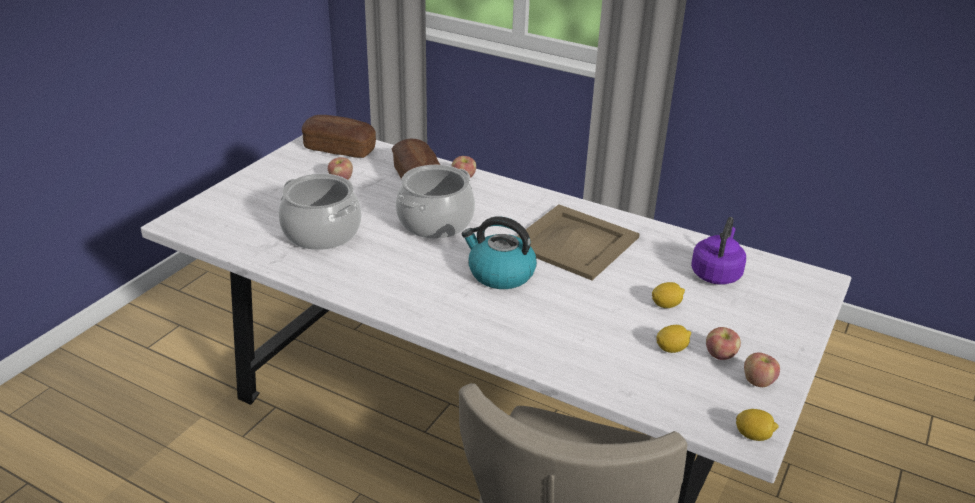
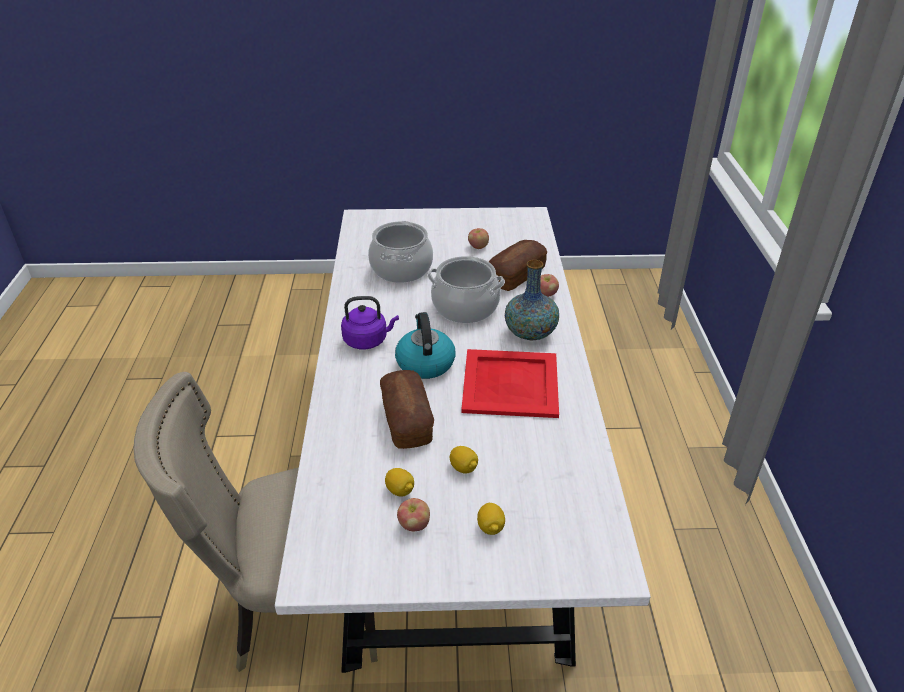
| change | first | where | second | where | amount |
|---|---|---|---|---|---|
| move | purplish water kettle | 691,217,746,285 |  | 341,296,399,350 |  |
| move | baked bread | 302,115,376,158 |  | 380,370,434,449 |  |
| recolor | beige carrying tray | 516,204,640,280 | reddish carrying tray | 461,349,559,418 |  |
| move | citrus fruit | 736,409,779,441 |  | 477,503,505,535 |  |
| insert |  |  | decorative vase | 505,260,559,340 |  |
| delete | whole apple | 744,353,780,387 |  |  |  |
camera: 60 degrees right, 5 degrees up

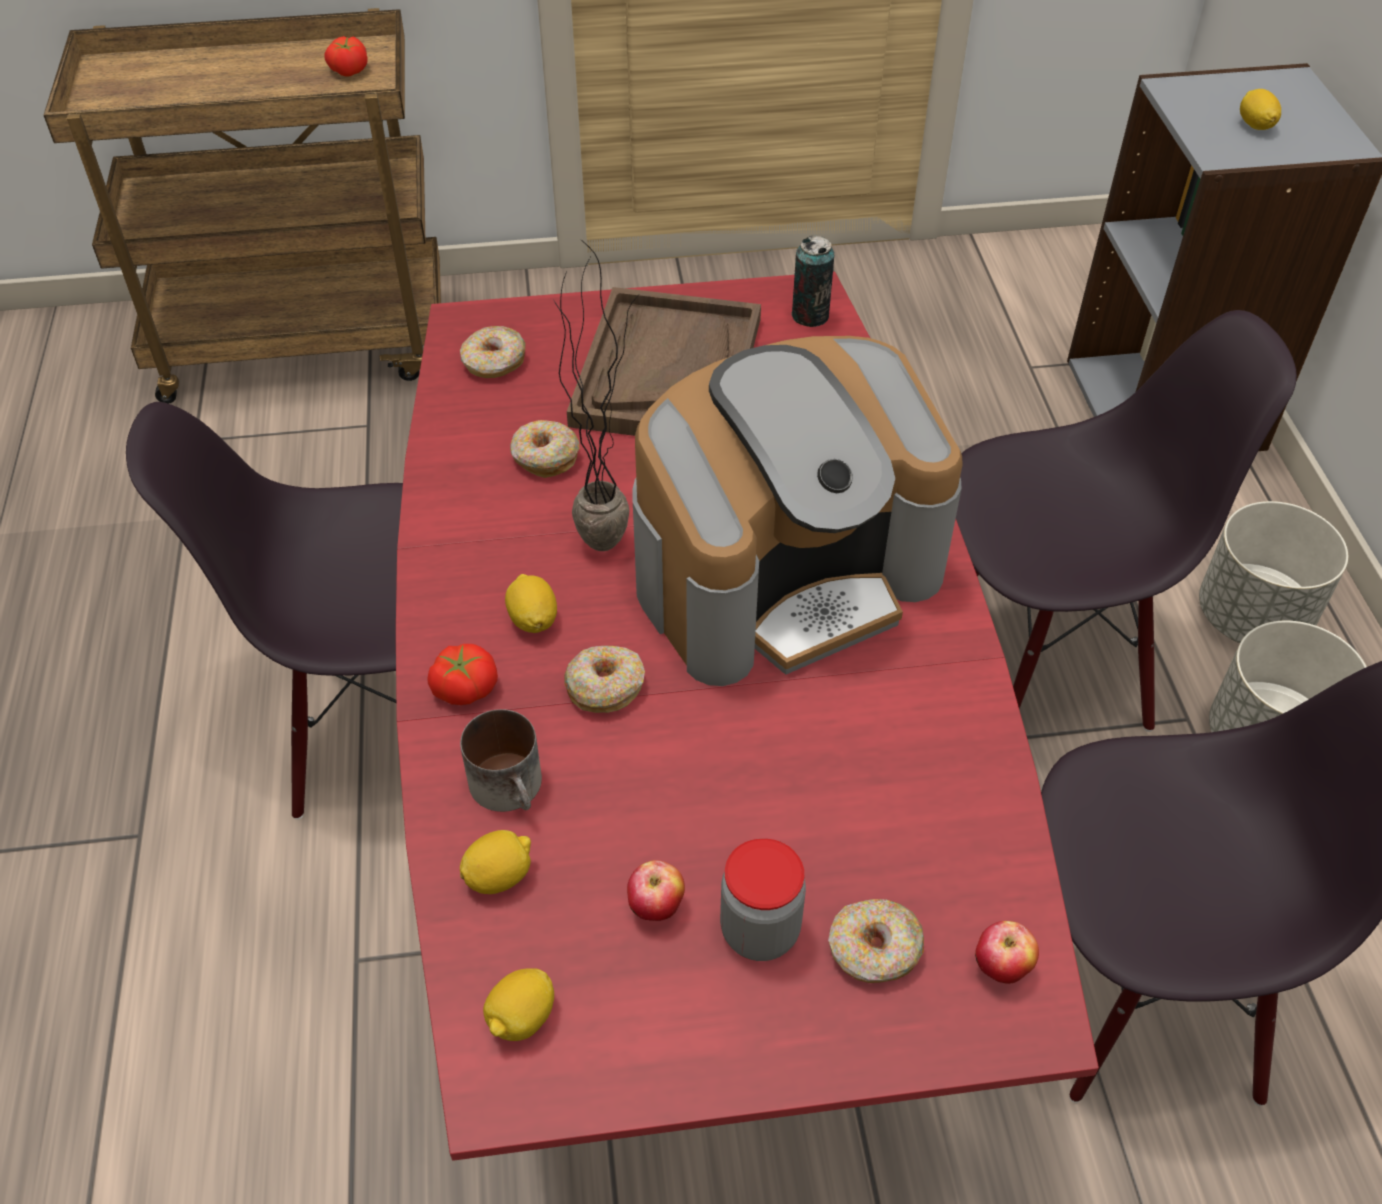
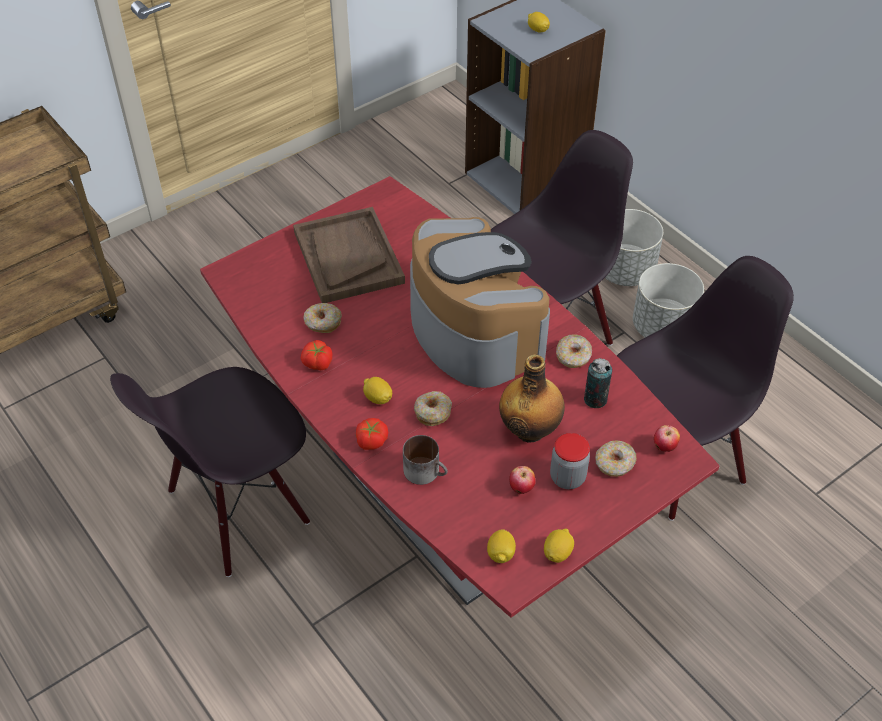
| change | first | where | second | where | amount |
|---|---|---|---|---|---|
| move | tomato | 324,36,368,77 |  | 301,340,333,370 |  |
| rotate | coffee maker | 632,336,963,686 |  | 410,217,550,388 | 60 degrees counterclockwise |
| insert |  |  | bottle | 499,355,565,443 |  |
| move | citrus fruit | 460,830,531,894 |  | 544,528,574,563 |  |
| move | doughnut | 460,326,526,378 |  | 556,334,592,368 |  |
| move | metal can | 791,236,834,327 |  | 584,358,612,408 |  |
| delete | potted plant | 554,241,638,551 |  |  |  |
camera: 30 degrees left, 0 degrees up

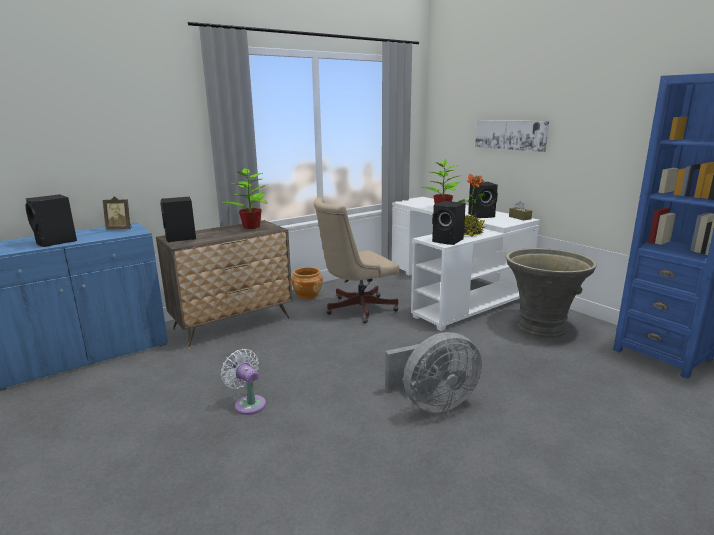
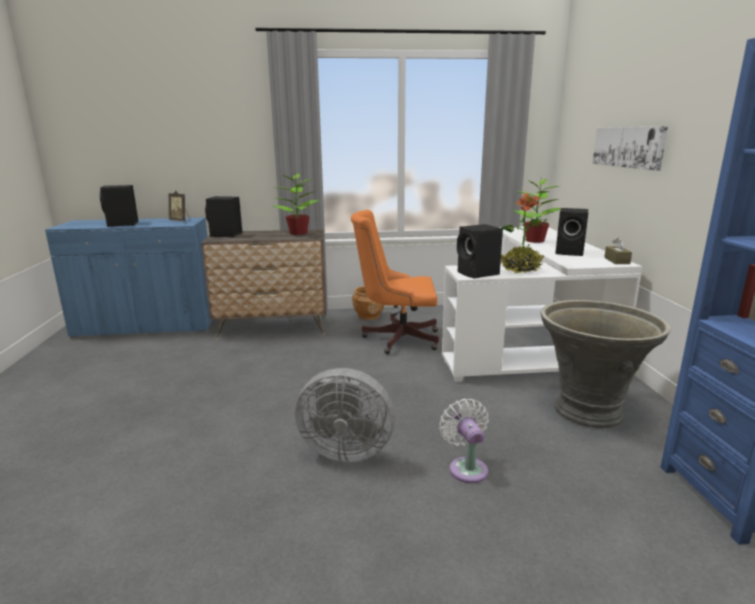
| change | first | where | second | where | amount |
|---|---|---|---|---|---|
| recolor | beige desk chair | 314,198,399,323 | orange desk chair | 351,210,439,354 |  |
| move | white-coloured electric fan | 221,349,266,415 |  | 439,399,489,483 |  |
camera: 30 degrees right, 0 degrees up

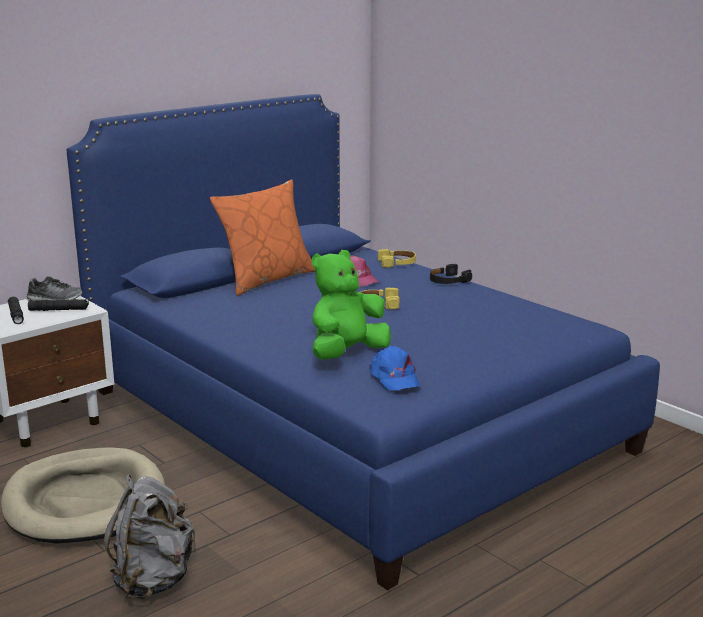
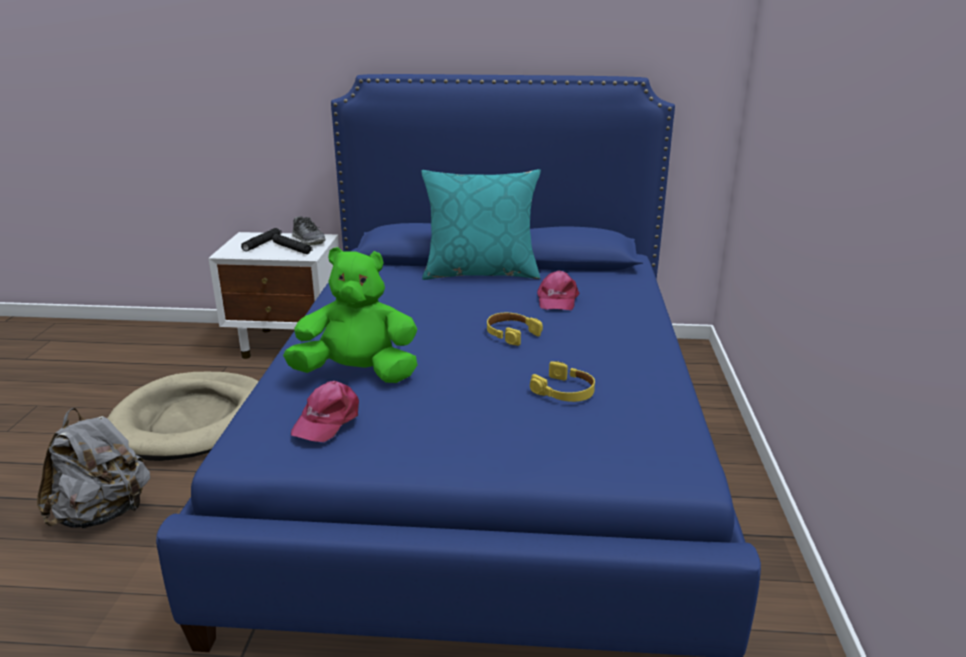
| change | first | where | second | where | amount |
|---|---|---|---|---|---|
| recolor | blue-coloured cap | 369,346,420,390 | pink cap | 291,381,359,442 |  |
| recolor | orange throw pillow | 210,180,315,296 | turquoise-coloured throw pillow | 422,169,541,280 |  |
| move | yellow pair of headphones | 378,249,416,268 |  | 530,361,595,402 |  |
| delete | black pair of headphones | 430,264,472,284 |  |  |  |
camera: 45 degrees right, 5 degrees up

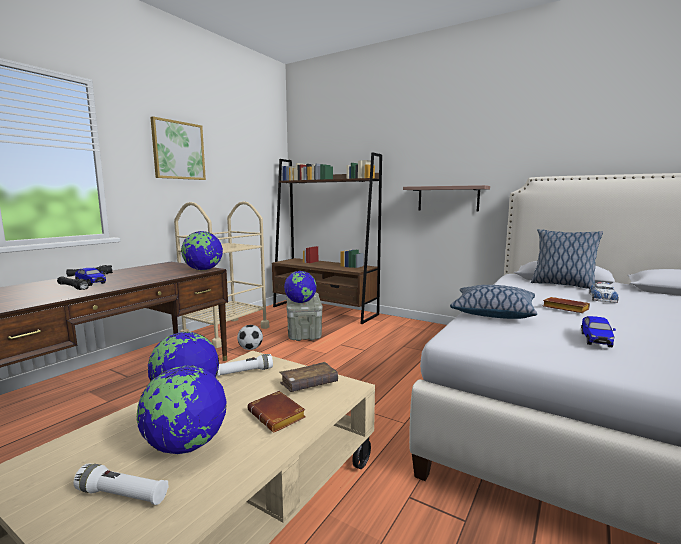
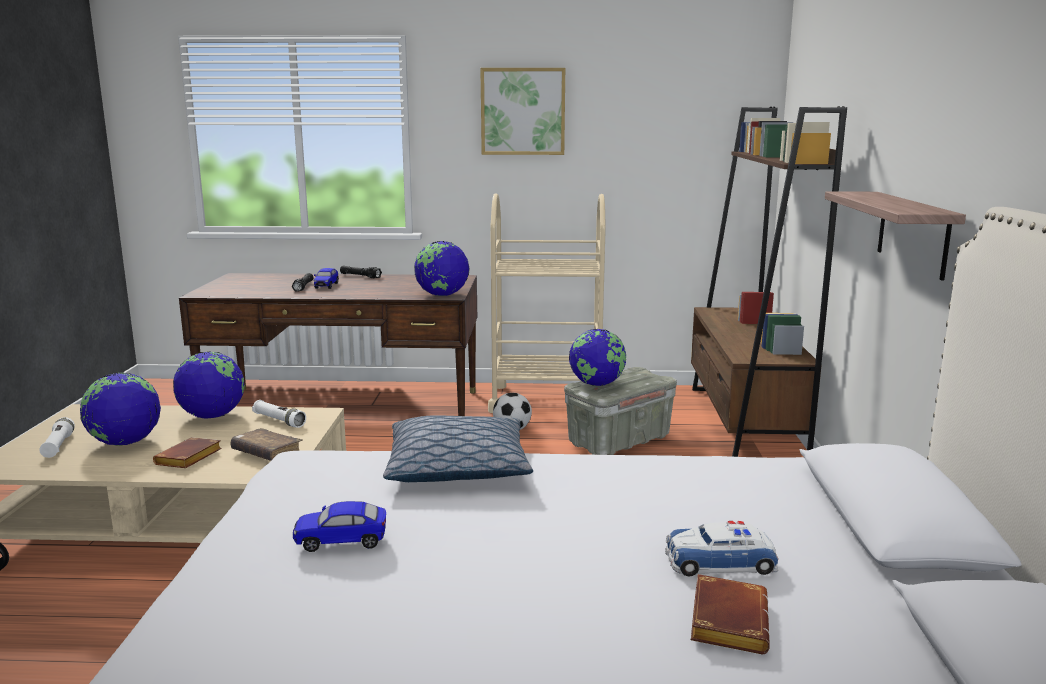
| change | first | where | second | where | amount |
|---|---|---|---|---|---|
| move | brown-coloured book | 543,297,590,313 |  | 691,574,770,654 |  |
| delete | throw pillow | 531,229,603,289 |  |  |  |
camera: 60 degrees right, 5 degrees up

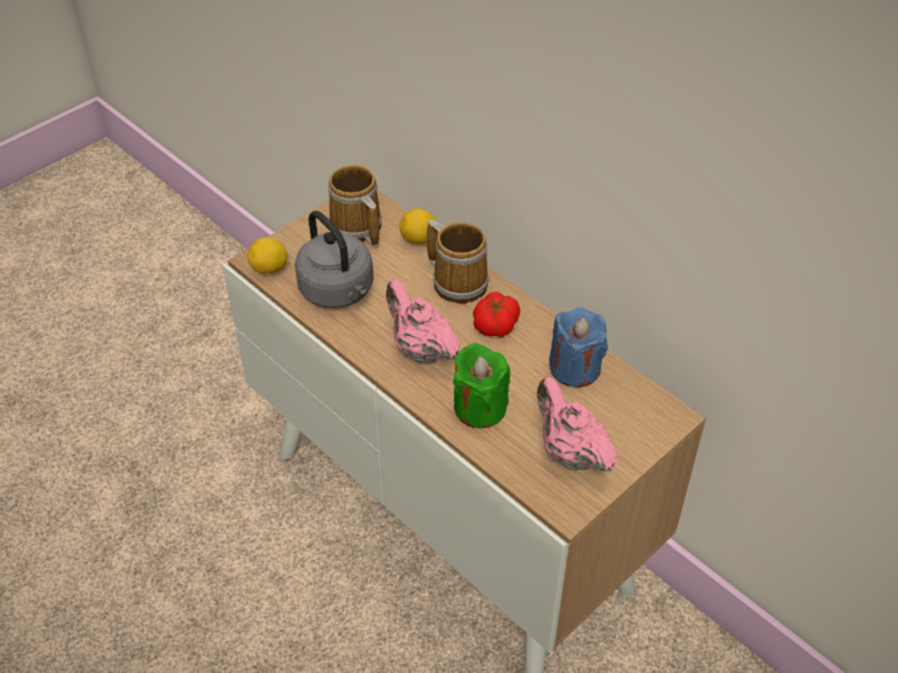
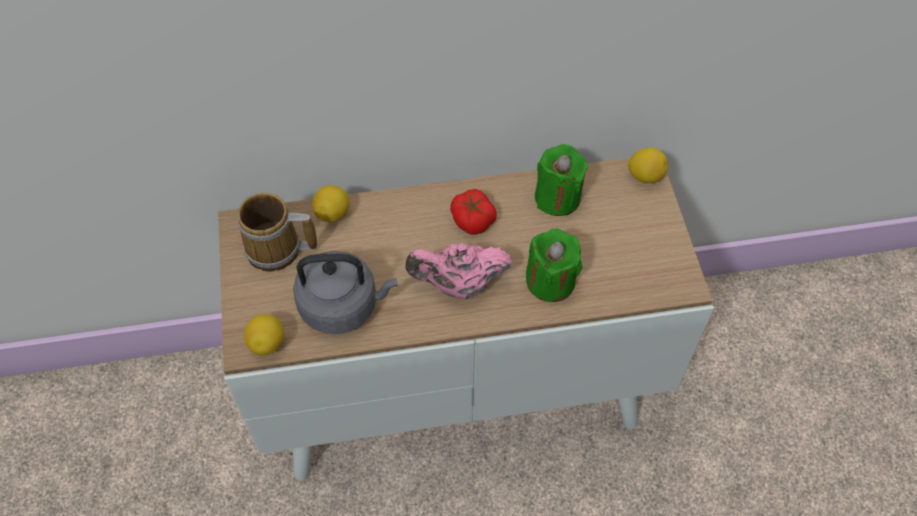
| change | first | where | second | where | amount |
|---|---|---|---|---|---|
| recolor | blue-coloured candle | 549,307,608,387 | greenish candle | 535,144,588,216 |  |
| insert |  |  | citrus fruit | 628,148,668,183 |  |
| delete | mug | 427,220,489,303 |  |  |  |
| delete | pink tea pot | 537,377,617,472 |  |  |  |
camera: 55 degrees left, 10 degrees up

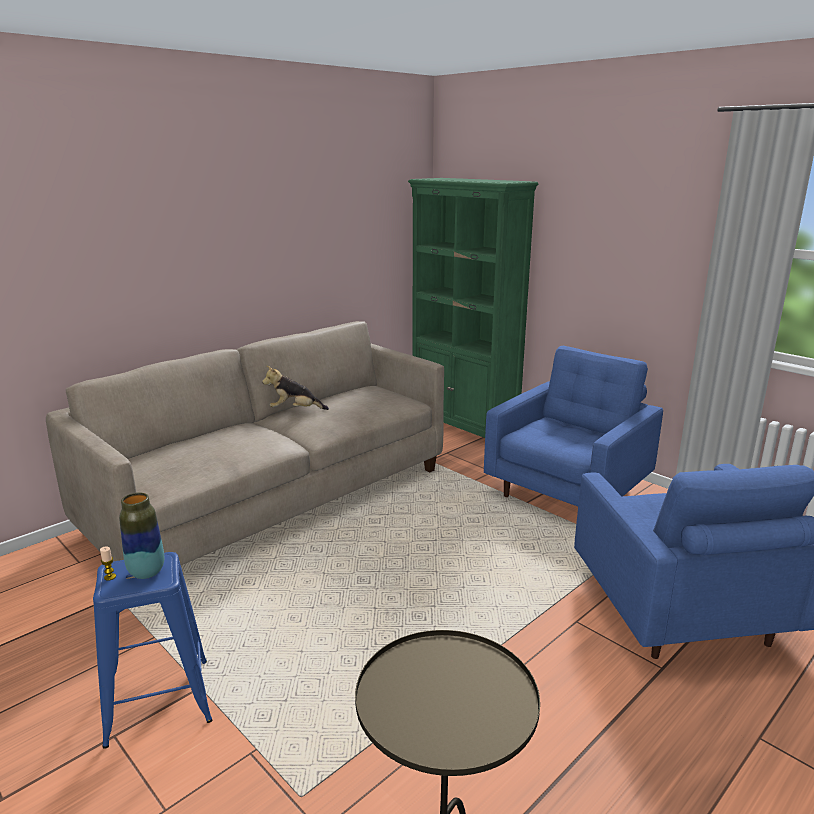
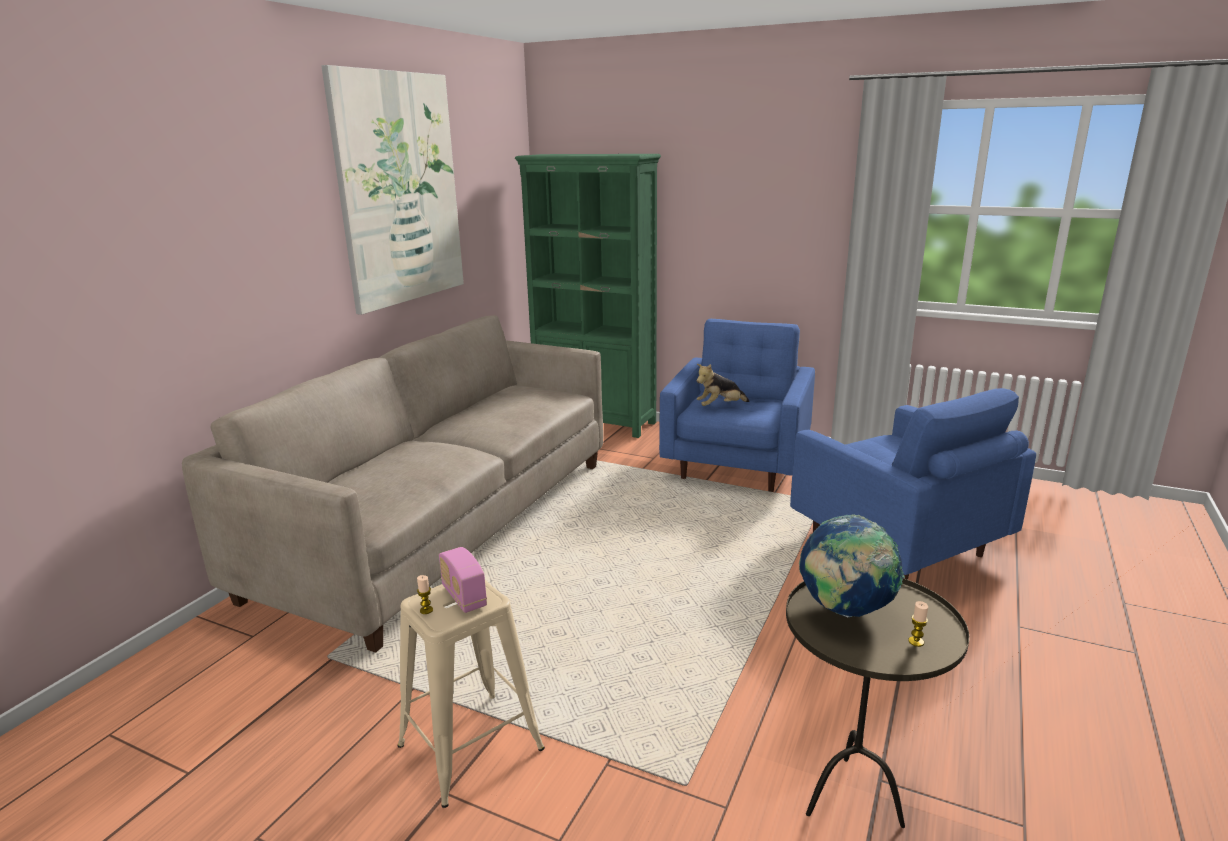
| change | first | where | second | where | amount |
|---|---|---|---|---|---|
| insert |  |  | picture | 322,65,464,315 |  |
| recolor | blue-coloured stool seat | 93,552,213,748 | beige stool seat | 398,580,545,808 |  |
| replace | decorative vase | 119,493,164,579 | radio set | 439,547,487,613 |  |
| move | soft toy | 262,366,329,410 |  | 697,364,750,406 |  |
| insert |  |  | desk globe | 799,514,905,617 |  |
| insert |  |  | candle | 908,601,928,647 |  |
camera: 20 degrees left, 0 degrees up

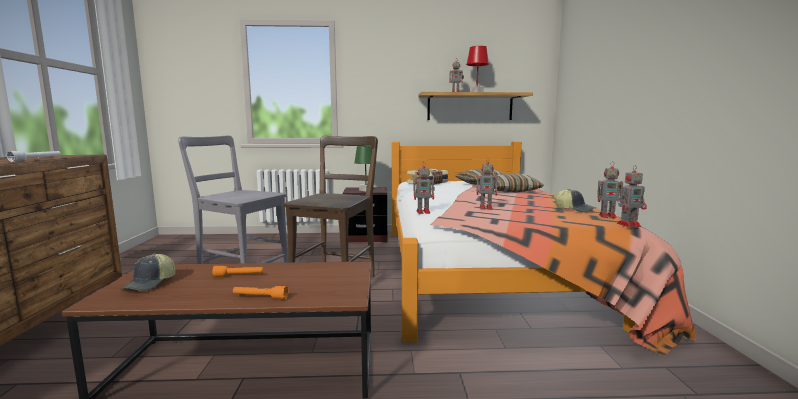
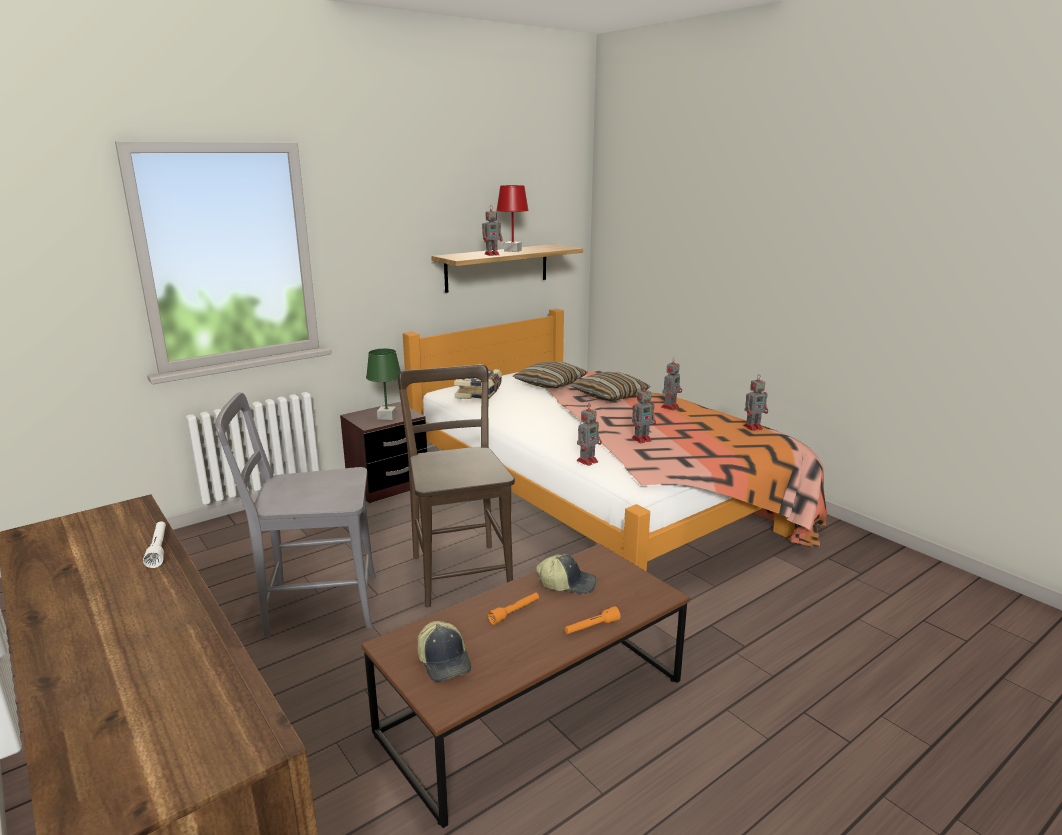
| change | first | where | second | where | amount |
|---|---|---|---|---|---|
| move | cap | 554,189,596,212 |  | 536,554,597,594 |  |
| move | toy robot | 617,165,647,227 |  | 661,359,682,410 |  |
camera: 35 degrees left, 10 degrees up

